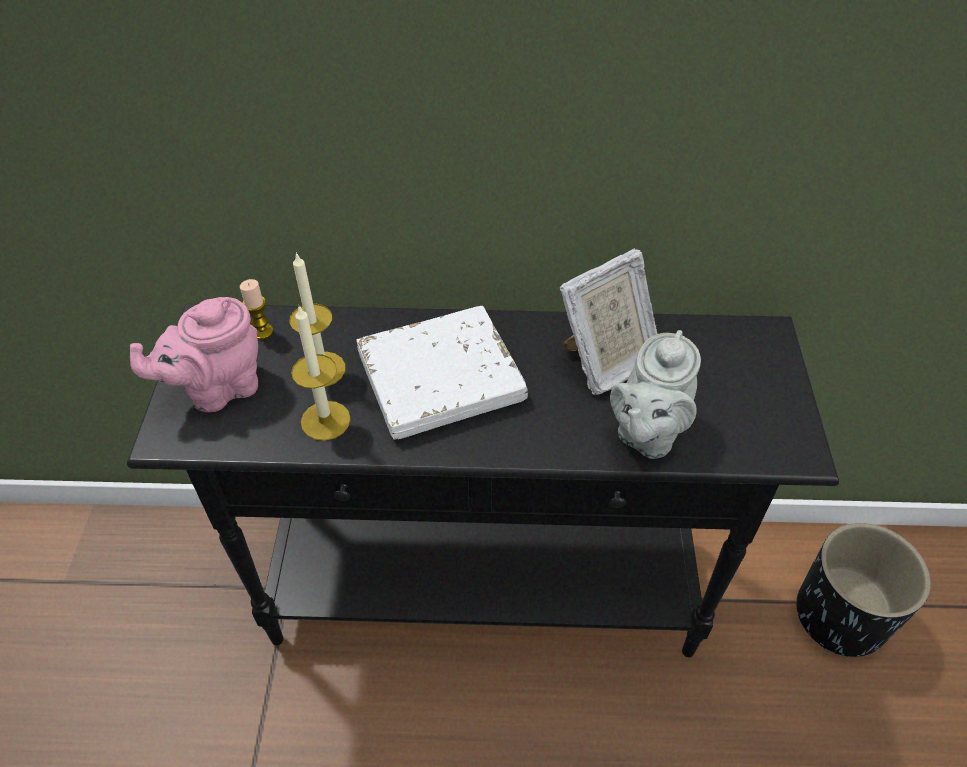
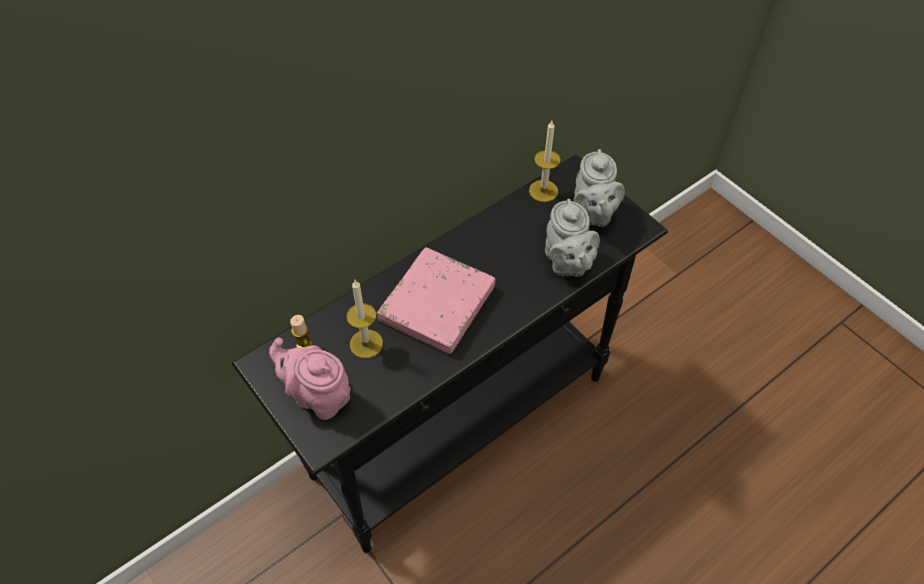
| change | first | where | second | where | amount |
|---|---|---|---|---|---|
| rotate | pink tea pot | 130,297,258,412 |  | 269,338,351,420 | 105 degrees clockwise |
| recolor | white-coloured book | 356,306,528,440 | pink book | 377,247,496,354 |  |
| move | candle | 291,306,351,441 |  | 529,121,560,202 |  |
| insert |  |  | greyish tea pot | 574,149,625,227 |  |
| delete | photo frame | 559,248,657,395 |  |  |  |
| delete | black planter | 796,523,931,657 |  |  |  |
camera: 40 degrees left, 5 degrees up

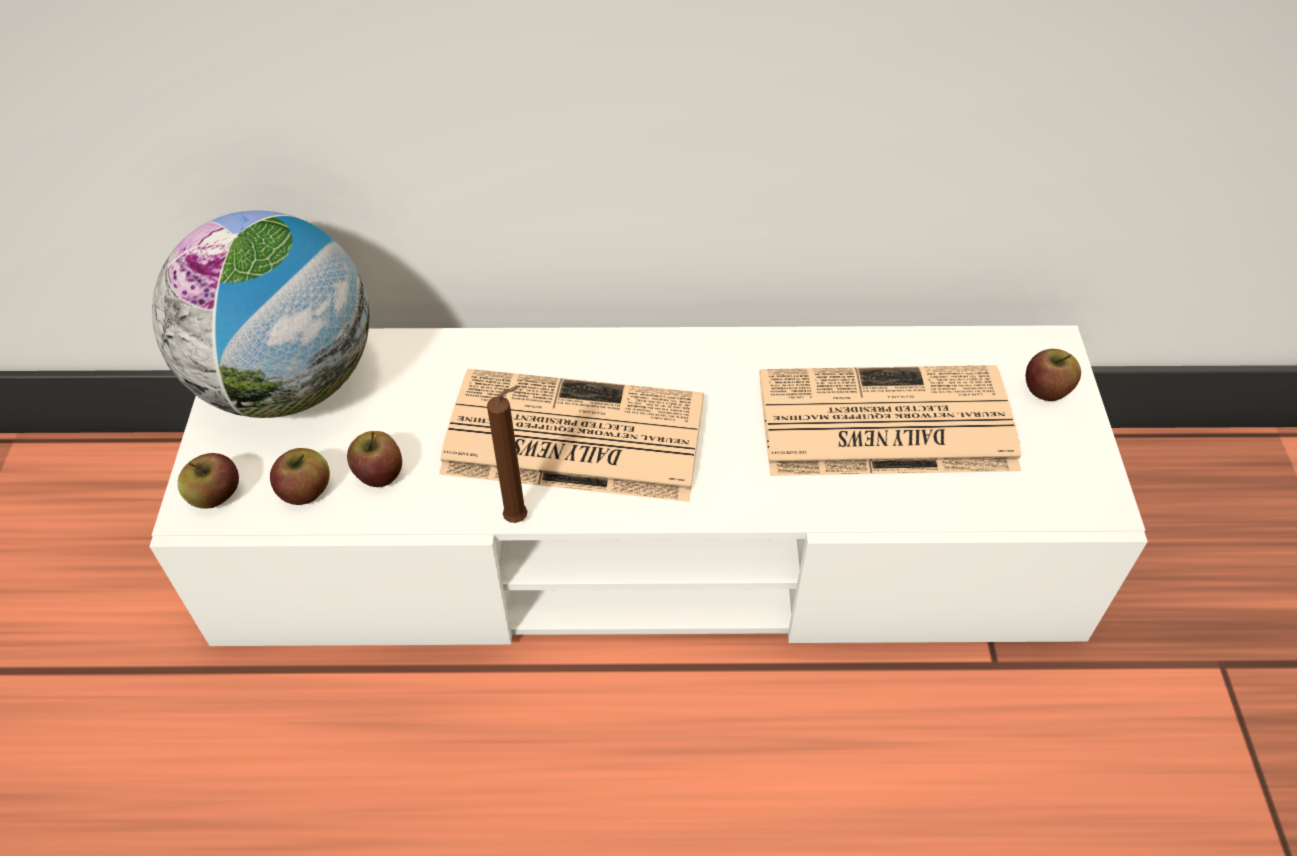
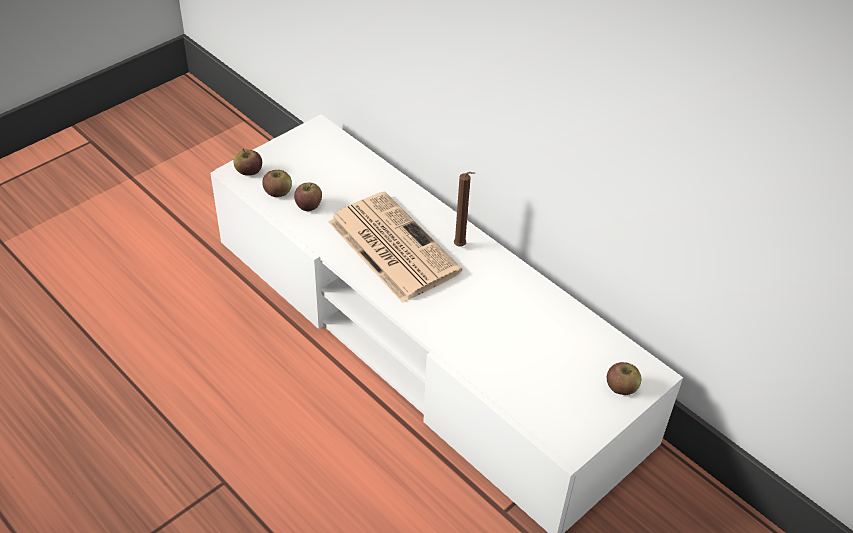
| change | first | where | second | where | amount |
|---|---|---|---|---|---|
| move | brown-coloured candle | 487,385,528,523 |  | 454,172,475,247 |  |
| delete | desk globe | 152,210,370,418 |  |  |  |
| delete | newspaper | 760,365,1021,476 |  |  |  |
camera: 45 degrees right, 5 degrees down

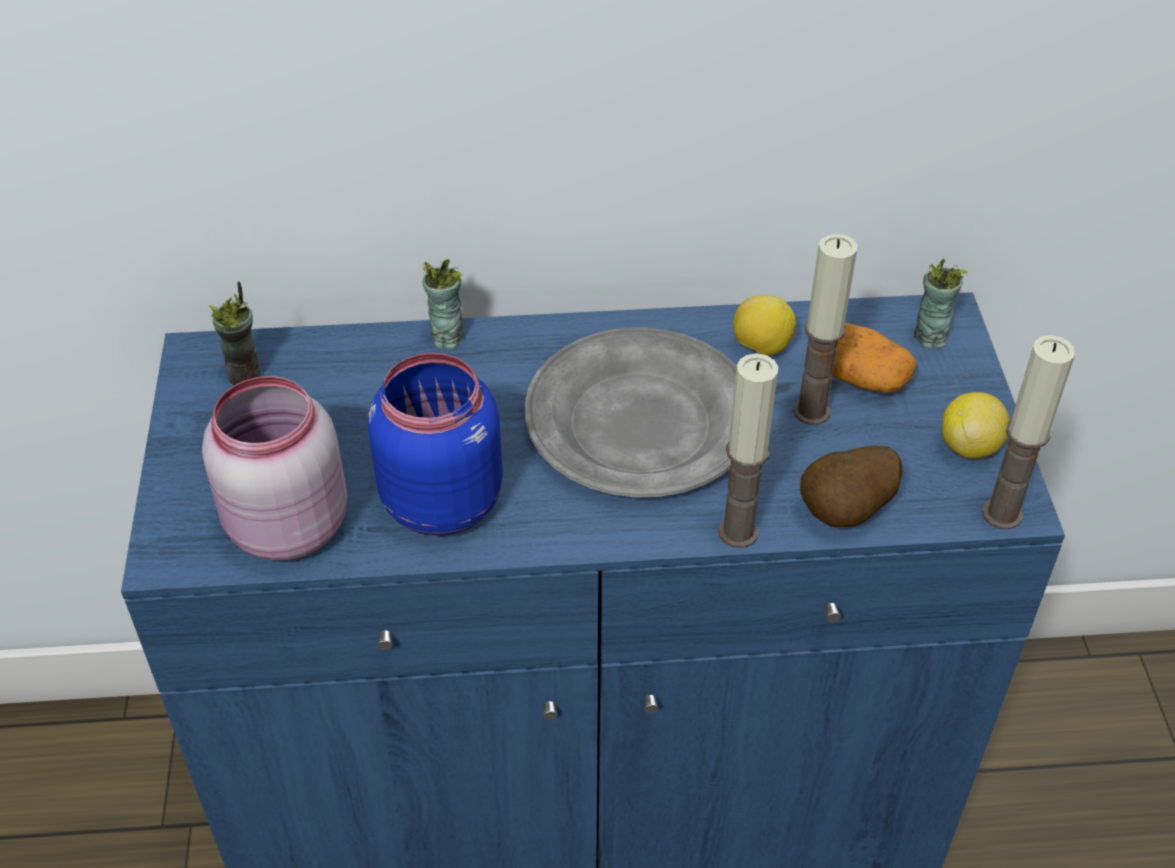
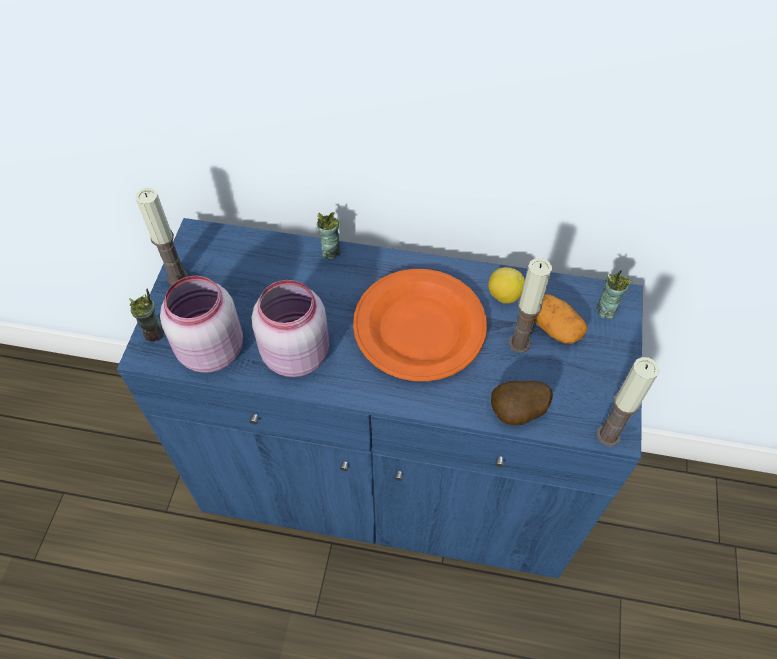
| change | first | where | second | where | amount |
|---|---|---|---|---|---|
| move | cup | 209,281,262,385 |  | 129,289,164,342 |  |
| move | candle | 719,353,778,548 |  | 135,188,188,285 |  |
| recolor | blue-coloured jar | 367,353,503,536 | pink jar | 252,280,329,377 |  |
| recolor | greyish plate | 525,327,737,498 | orange plate | 353,269,487,381 |  |
| delete | citrus fruit | 942,392,1010,459 |  |  |  |
camera: 15 degrees right, 10 degrees up

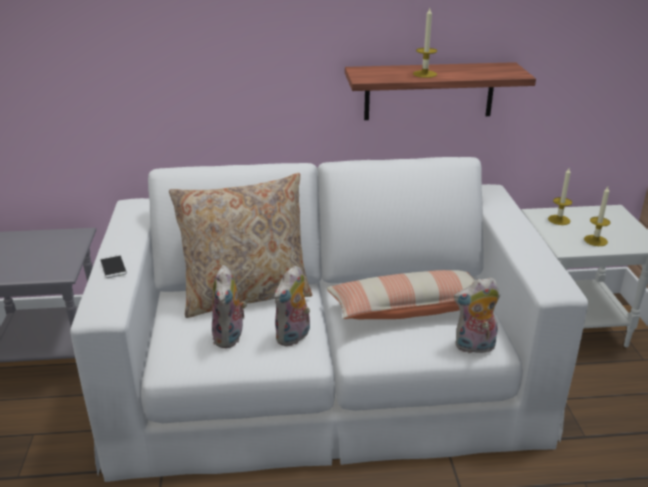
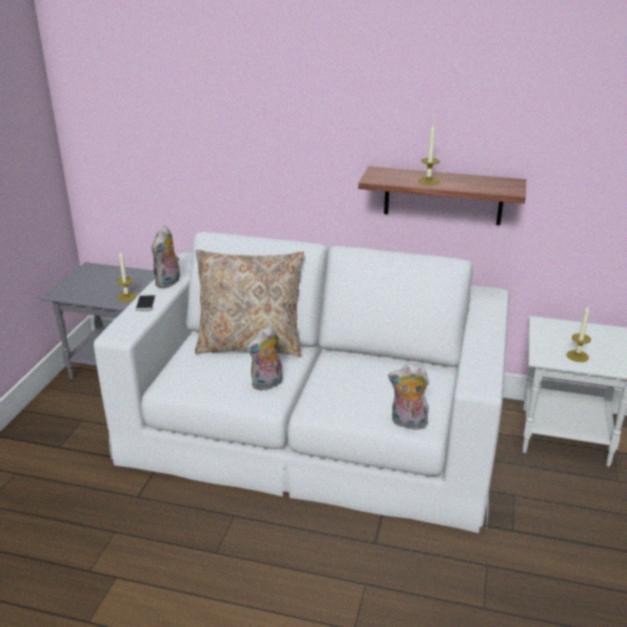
| change | first | where | second | where | amount |
|---|---|---|---|---|---|
| move | candle | 548,168,572,225 |  | 116,251,137,302 |  |
| move | soft toy | 212,265,247,348 |  | 152,226,180,289 |  |
| delete | throw pillow | 327,270,475,319 |  |  |  |
camera: 20 degrees right, 0 degrees up

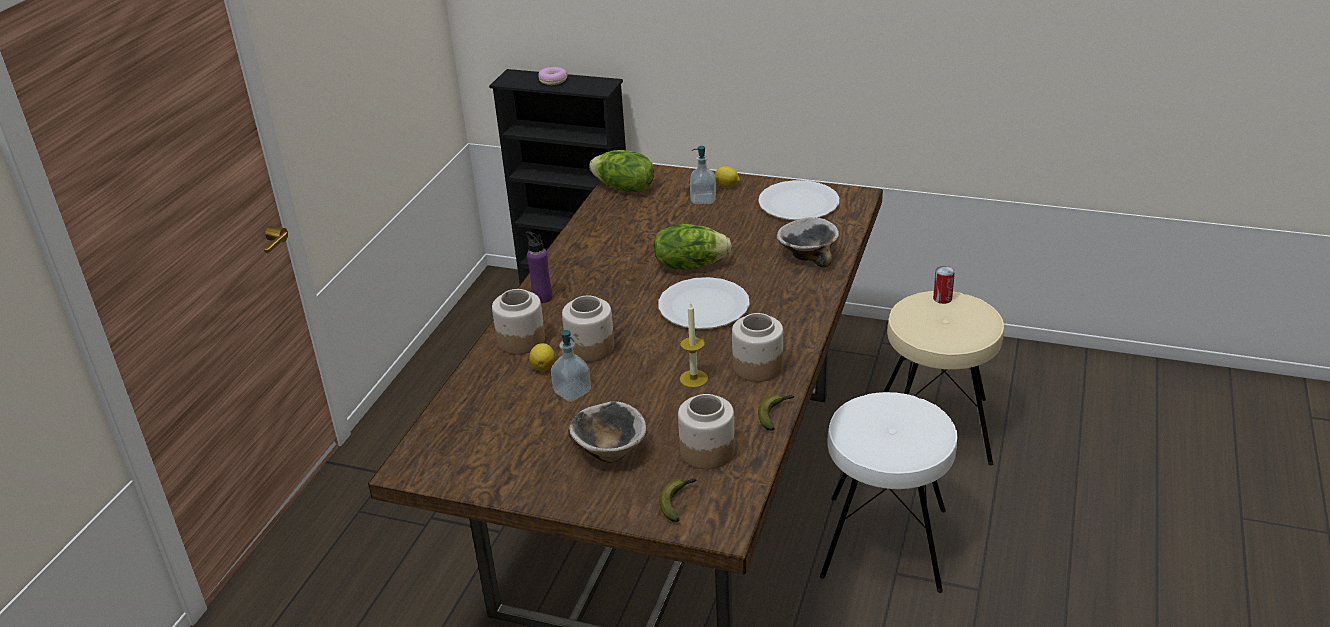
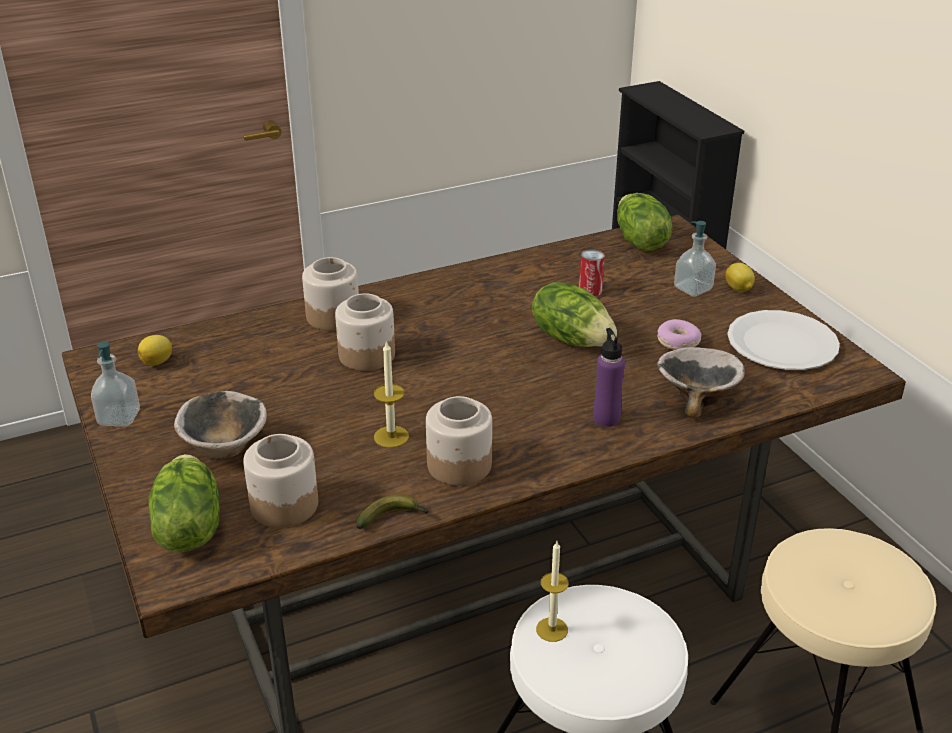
| change | first | where | second | where | amount |
|---|---|---|---|---|---|
| move | soap dispenser | 551,330,591,402 |  | 91,341,140,427 |  |
| move | citrus fruit | 529,343,555,371 |  | 138,335,172,366 |  |
| replace | whole banana | 659,478,697,522 | head of lettuce | 149,454,220,552 |  |
| insert |  |  | candle | 536,541,569,642 |  |
| move | metal can | 933,266,955,304 |  | 579,249,605,296 |  |
| move | purplish bottle | 525,231,552,303 |  | 593,328,625,427 |  |
| move | doughnut | 538,67,568,85 |  | 657,319,701,350 |  |
| delete | white-coloured plate | 658,277,750,329 |  |  |  |
camera: 45 degrees right, 0 degrees up

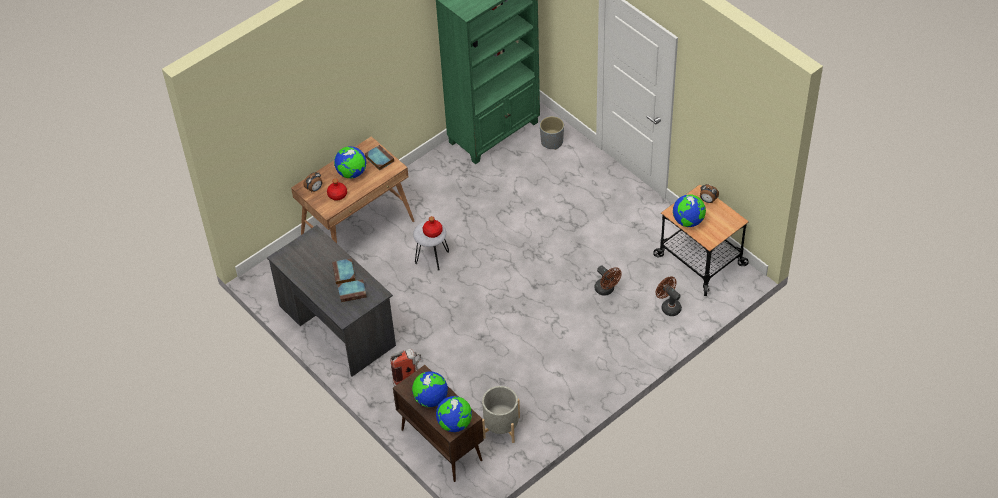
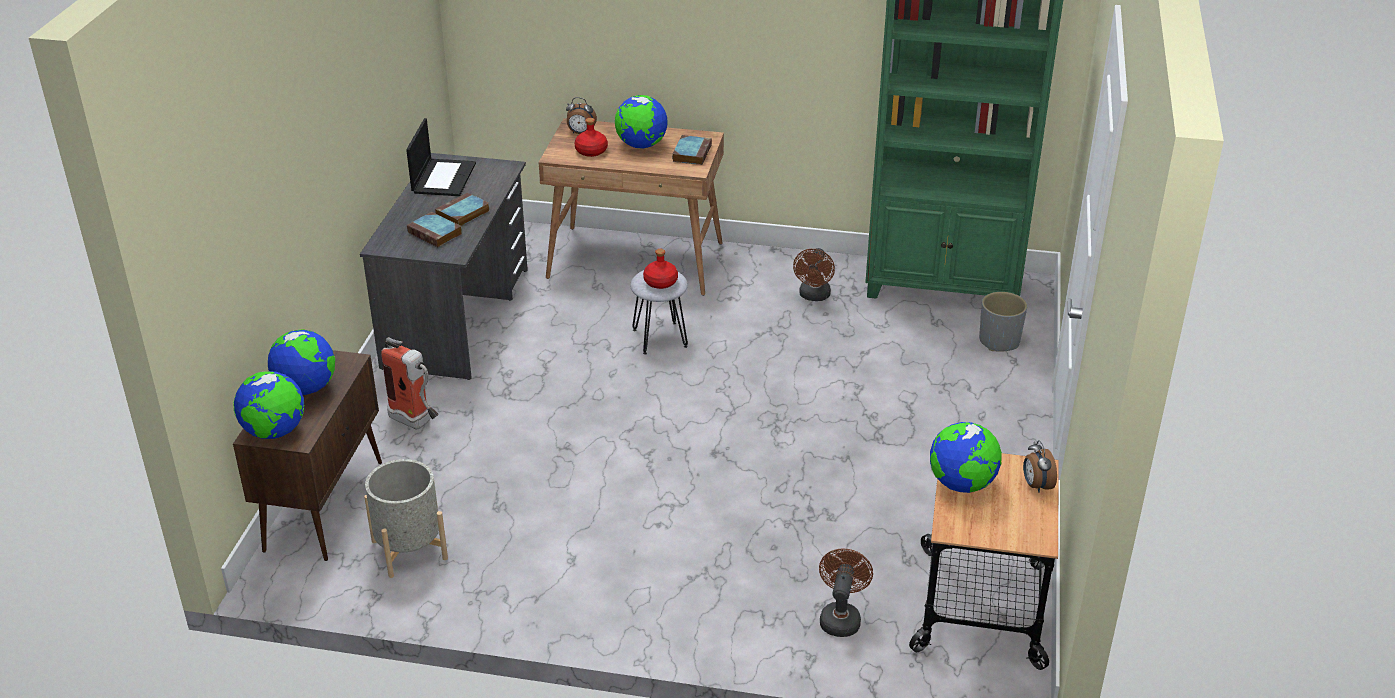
| change | first | where | second | where | amount |
|---|---|---|---|---|---|
| insert |  |  | notebook computer | 406,118,476,196 |  |
| move | brown-coloured electric fan | 594,265,622,296 |  | 793,248,835,301 |  |
camera: 50 degrees right, 15 degrees down

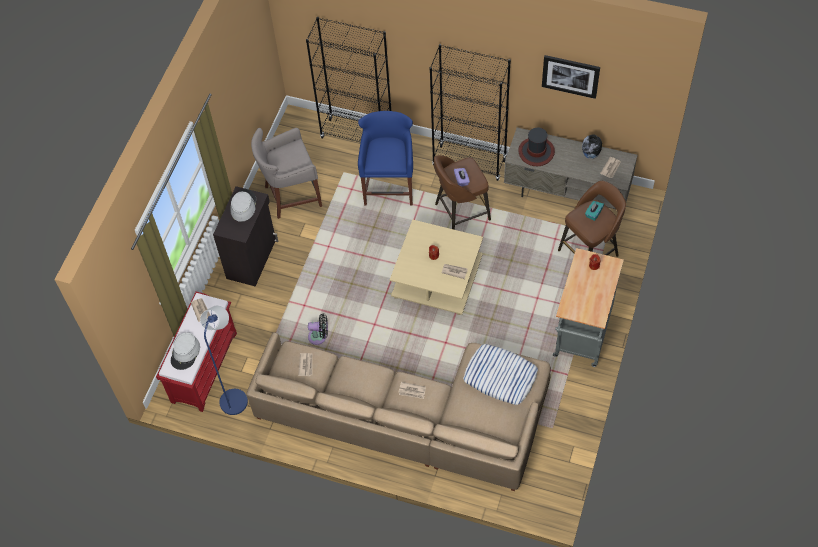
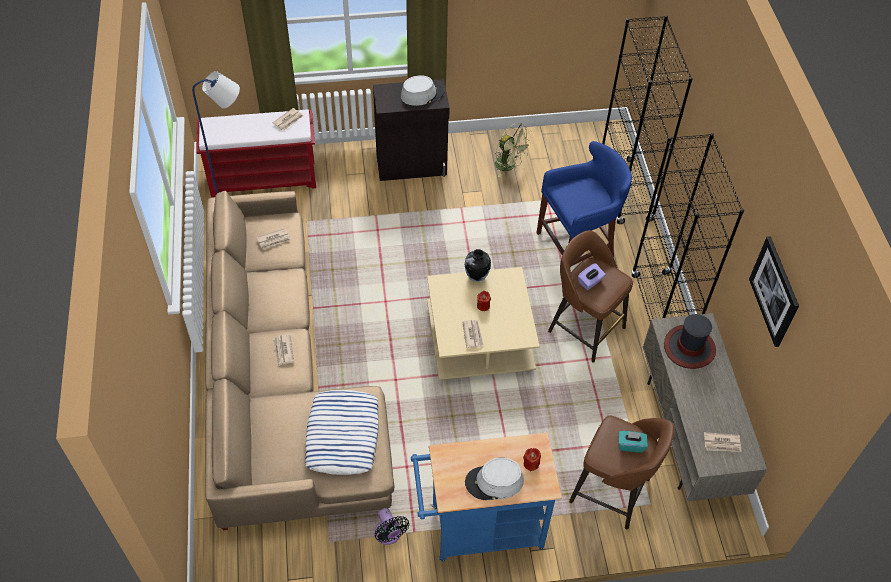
| change | first | where | second | where | amount |
|---|---|---|---|---|---|
| move | black electric fan | 308,314,328,345 |  | 374,508,409,545 |  |
| recolor | greyish trolley | 553,248,624,367 | blue-coloured trolley | 411,432,562,562 |  |
| move | decorative vase | 582,134,602,159 |  | 465,249,491,282 |  |
| move | greyish wearable hat | 171,332,200,370 |  | 465,457,524,500 |  |
| replace | greyish stool seat | 251,128,322,219 | greenish electric fan | 495,123,531,177 |  |
camera: 60 degrees right, 5 degrees down

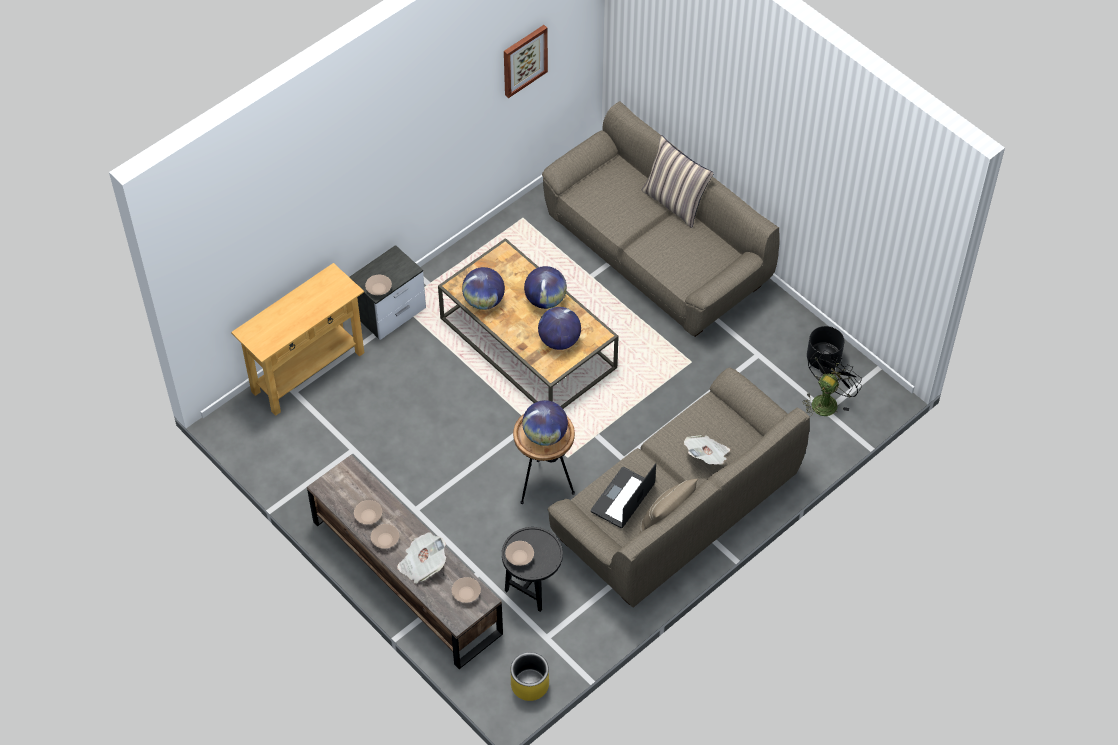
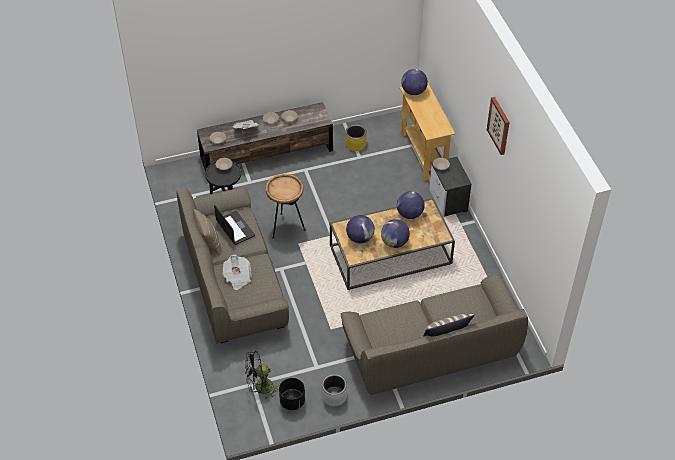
| change | first | where | second | where | amount |
|---|---|---|---|---|---|
| rotate | black electric fan | 803,351,862,417 |  | 245,351,279,400 | 105 degrees clockwise |
| insert |  |  | greyish planter | 322,374,347,406 |  |
| move | yellow planter | 511,652,549,701 |  | 345,124,366,151 |  |
| move | desk globe | 522,400,568,446 |  | 401,69,428,95 |  |
| move | picture | 504,25,548,98 |  | 487,97,510,155 |  |
camera: 115 degrees right, 5 degrees down

